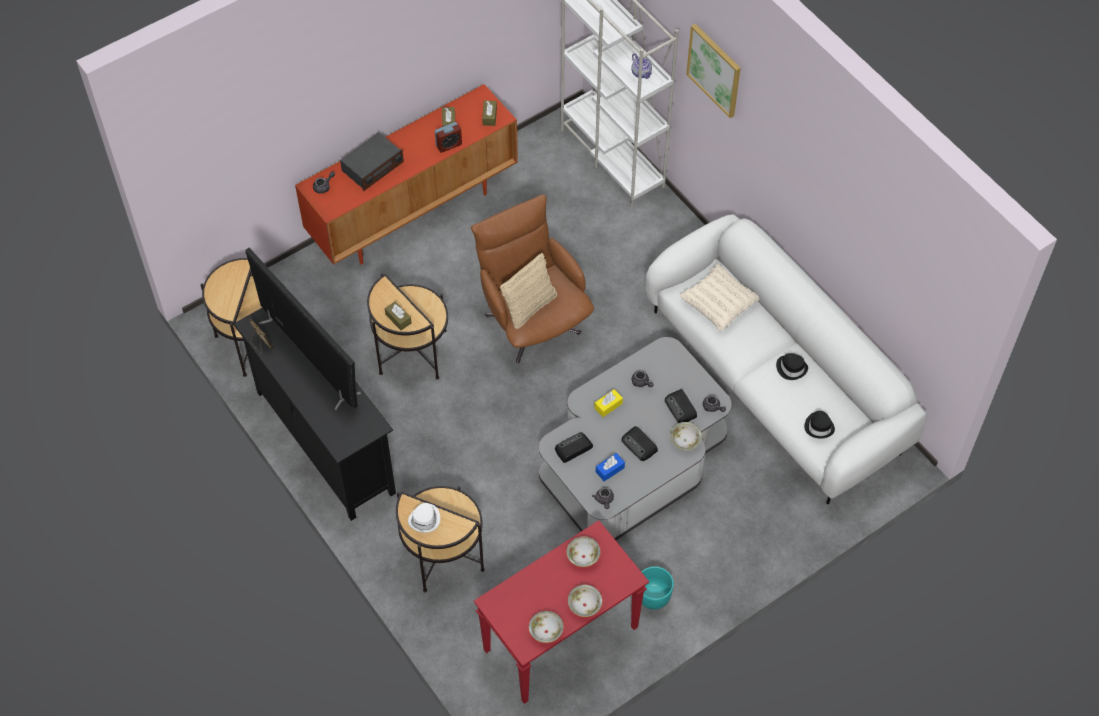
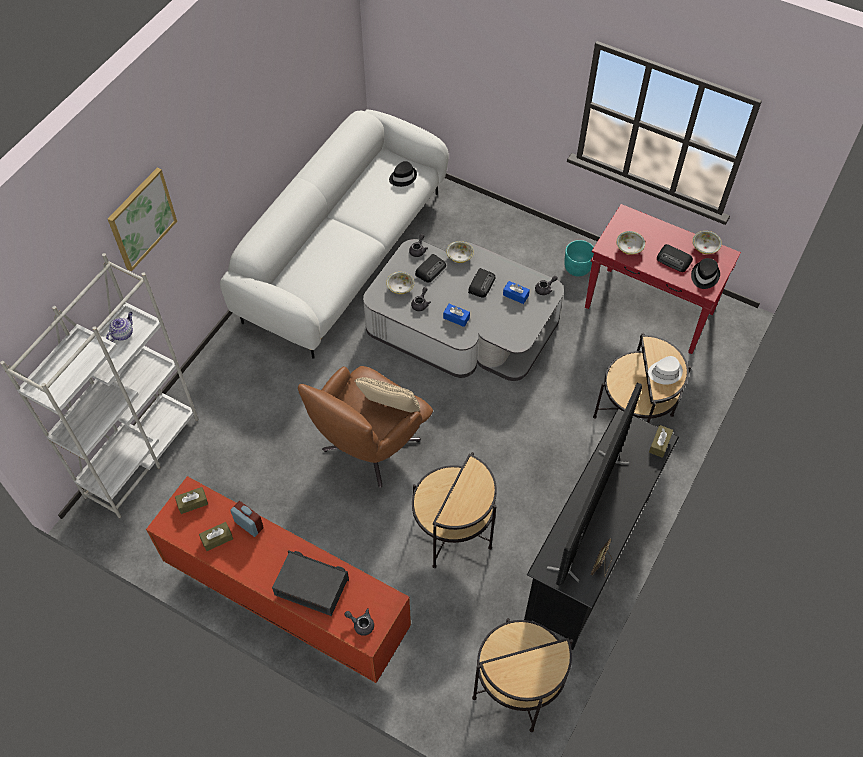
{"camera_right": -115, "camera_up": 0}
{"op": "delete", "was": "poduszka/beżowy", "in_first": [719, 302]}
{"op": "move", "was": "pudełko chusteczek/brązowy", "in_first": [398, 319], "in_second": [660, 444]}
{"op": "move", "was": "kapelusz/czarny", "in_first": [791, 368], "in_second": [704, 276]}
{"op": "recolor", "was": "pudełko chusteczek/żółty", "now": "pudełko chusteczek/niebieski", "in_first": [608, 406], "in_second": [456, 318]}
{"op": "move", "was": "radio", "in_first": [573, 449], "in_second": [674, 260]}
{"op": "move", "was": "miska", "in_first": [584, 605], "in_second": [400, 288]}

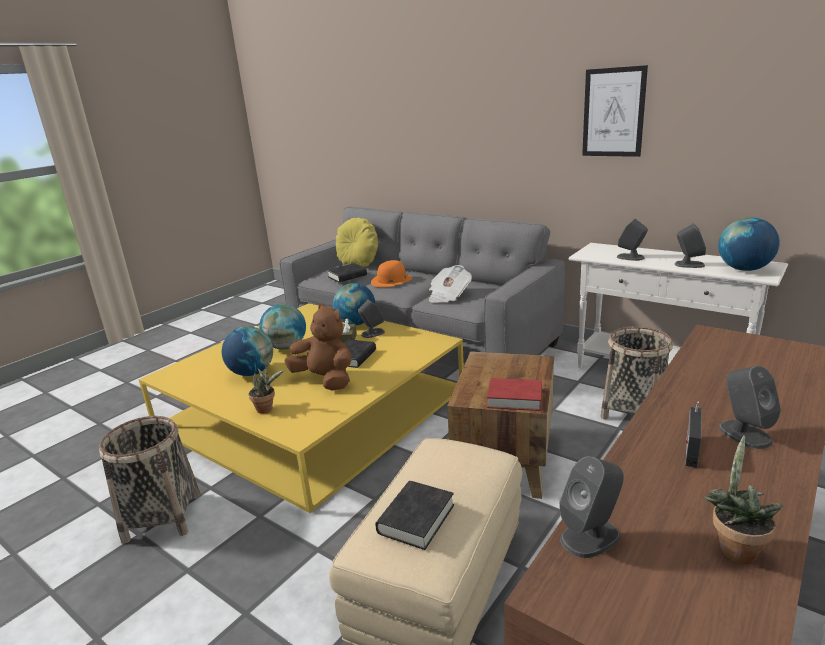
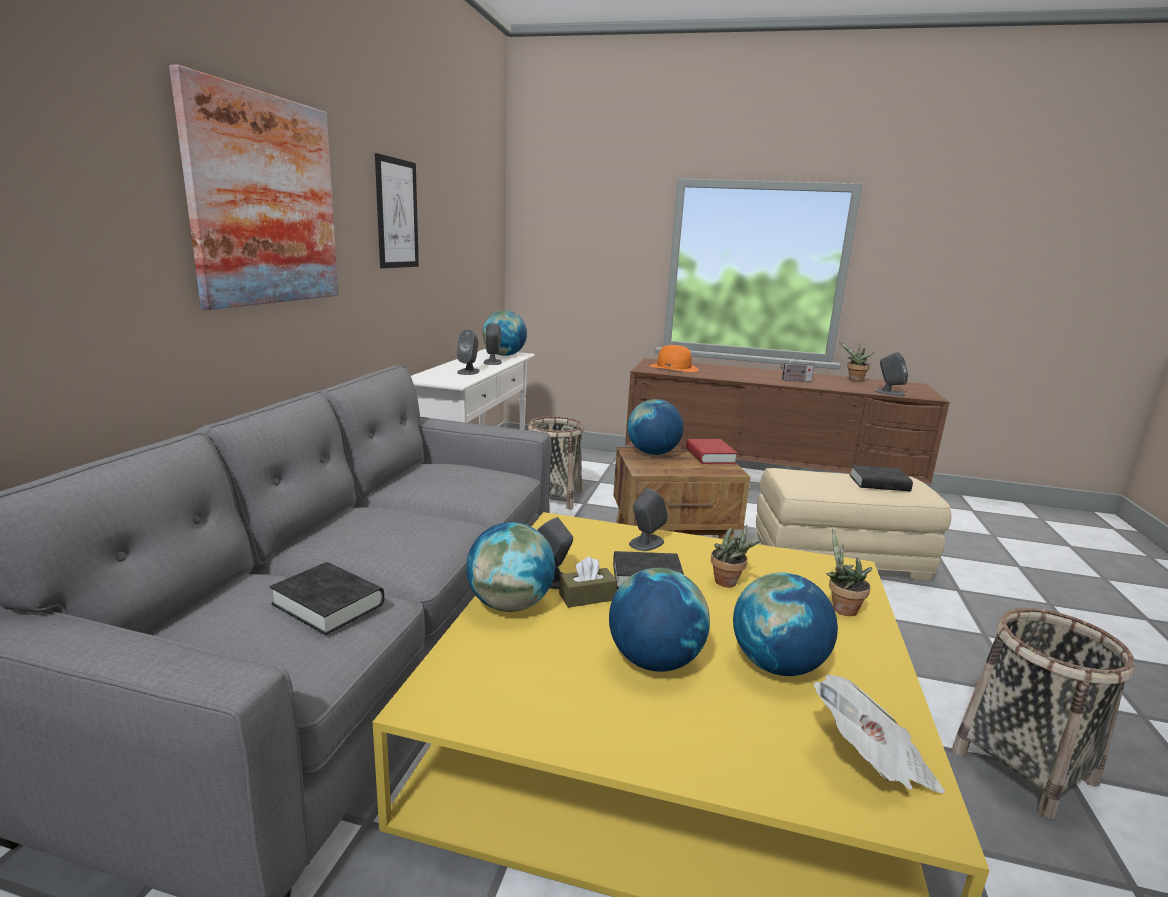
{"camera_right": -115, "camera_up": -5}
{"op": "delete", "was": "poduszka/żółty", "in_first": [359, 264]}
{"op": "move", "was": "kapelusz/pomarańczowy", "in_first": [391, 280], "in_second": [674, 368]}
{"op": "move", "was": "gazeta", "in_first": [448, 296], "in_second": [871, 761]}
{"op": "replace", "was": "pluszak/brązowy", "now": "roślina doniczkowa", "in_first": [325, 380], "in_second": [729, 583]}
{"op": "move", "was": "głośnik/szary", "in_first": [744, 434], "in_second": [646, 543]}
{"op": "insert", "now": "obraz", "in_second": [265, 201]}
{"op": "insert", "now": "globus", "in_second": [652, 453]}

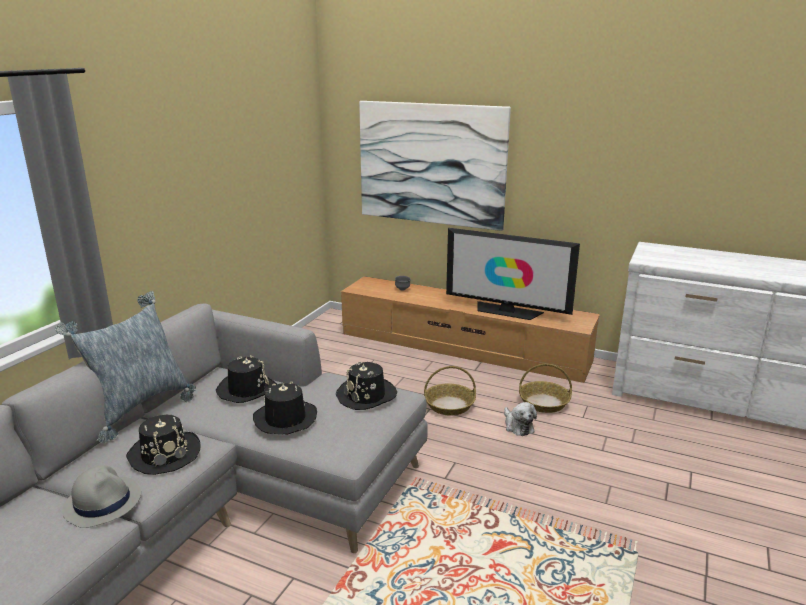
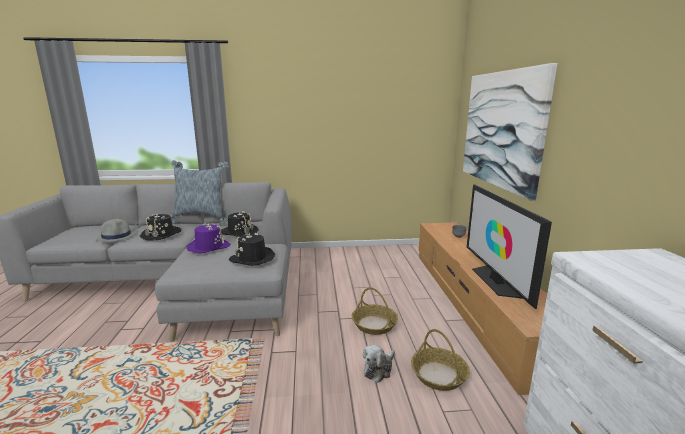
{"camera_right": 60, "camera_up": -5}
{"op": "recolor", "was": "kapelusz/czarny", "now": "kapelusz/fioletowy", "in_first": [285, 419], "in_second": [208, 247]}

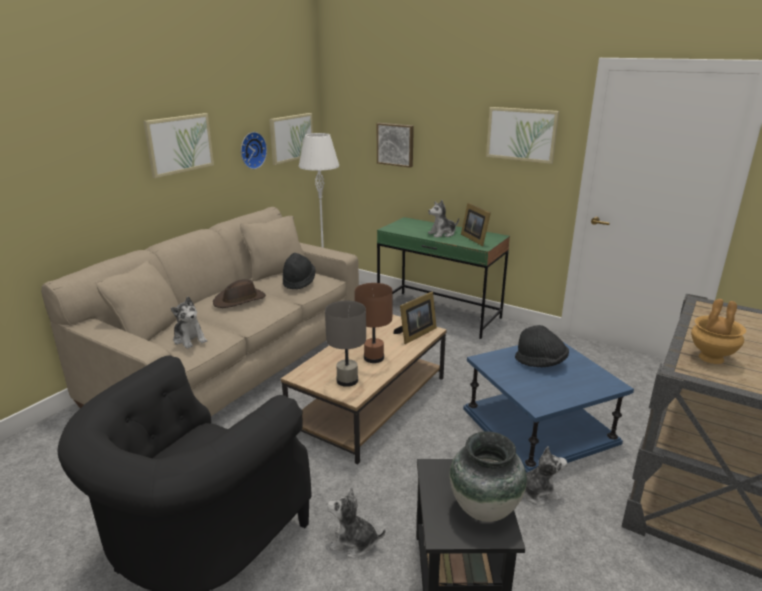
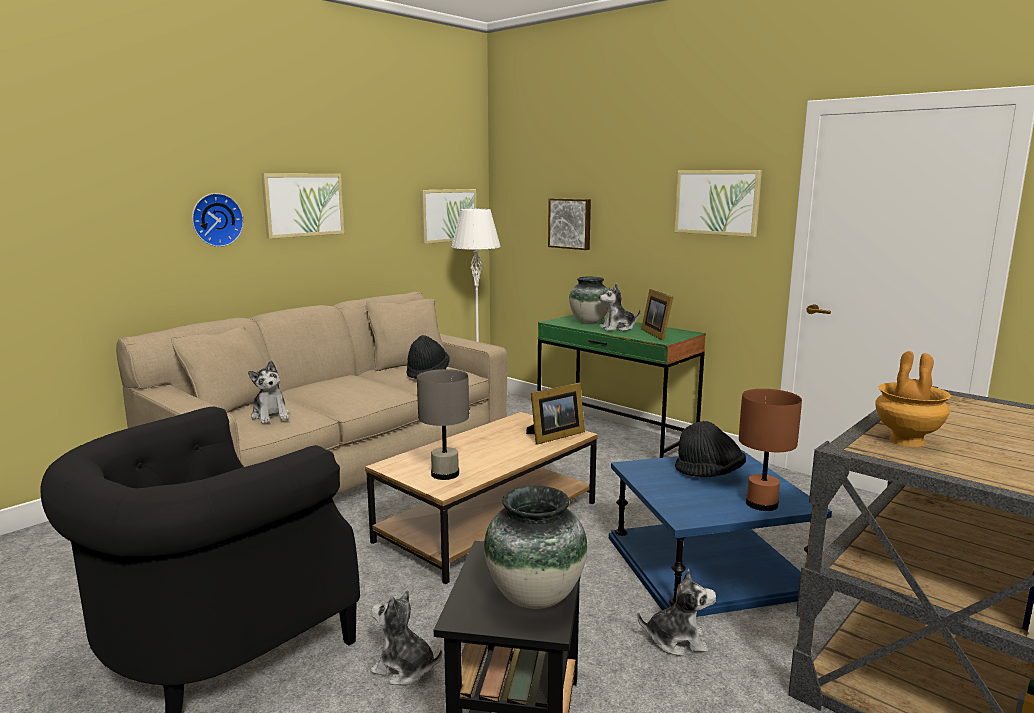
{"camera_right": 10, "camera_up": -10}
{"op": "move", "was": "zegar ścienny", "in_first": [251, 150], "in_second": [216, 219]}
{"op": "delete", "was": "kapelusz/brązowy", "in_first": [240, 300]}
{"op": "move", "was": "lampa stołowa/brązowy", "in_first": [373, 357], "in_second": [761, 504]}
{"op": "insert", "now": "wazon", "in_second": [588, 322]}

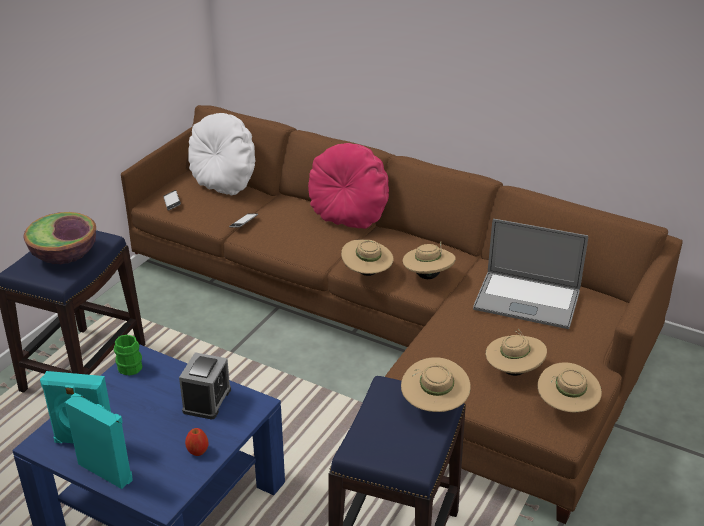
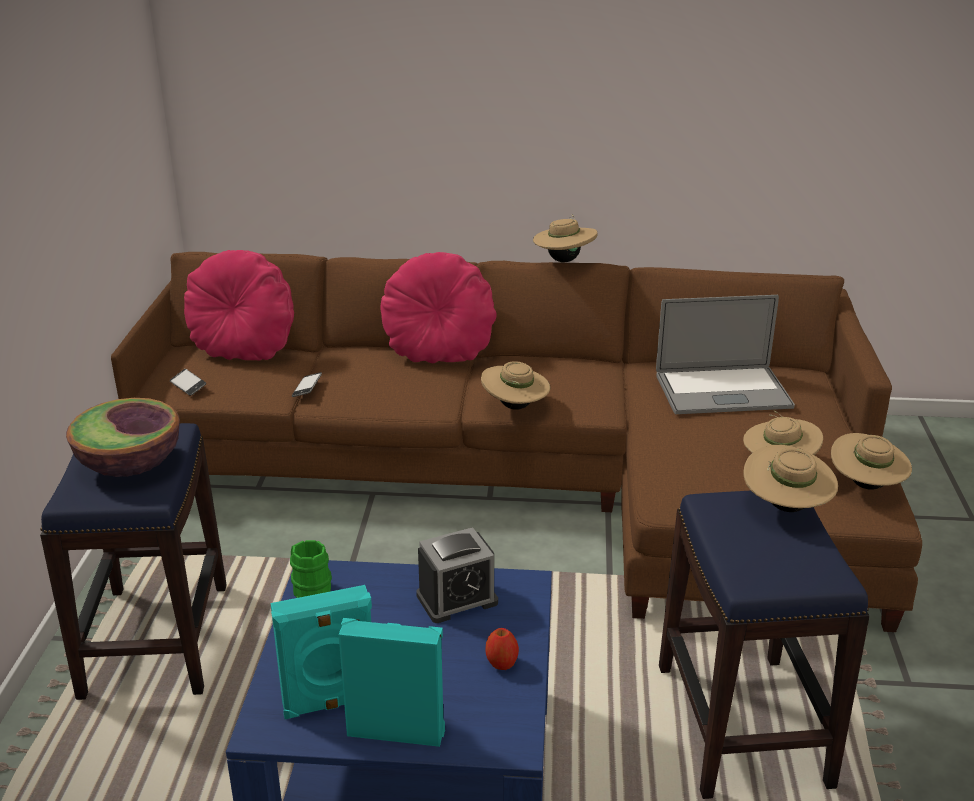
{"camera_right": -25, "camera_up": -5}
{"op": "recolor", "was": "poduszka/biały", "now": "poduszka/różowy", "in_first": [224, 186], "in_second": [244, 352]}
{"op": "move", "was": "kapelusz/beżowy", "in_first": [428, 276], "in_second": [564, 260]}
{"op": "rotate", "was": "budzik", "in_first": [207, 400], "in_second": [457, 599], "clockwise": 75}

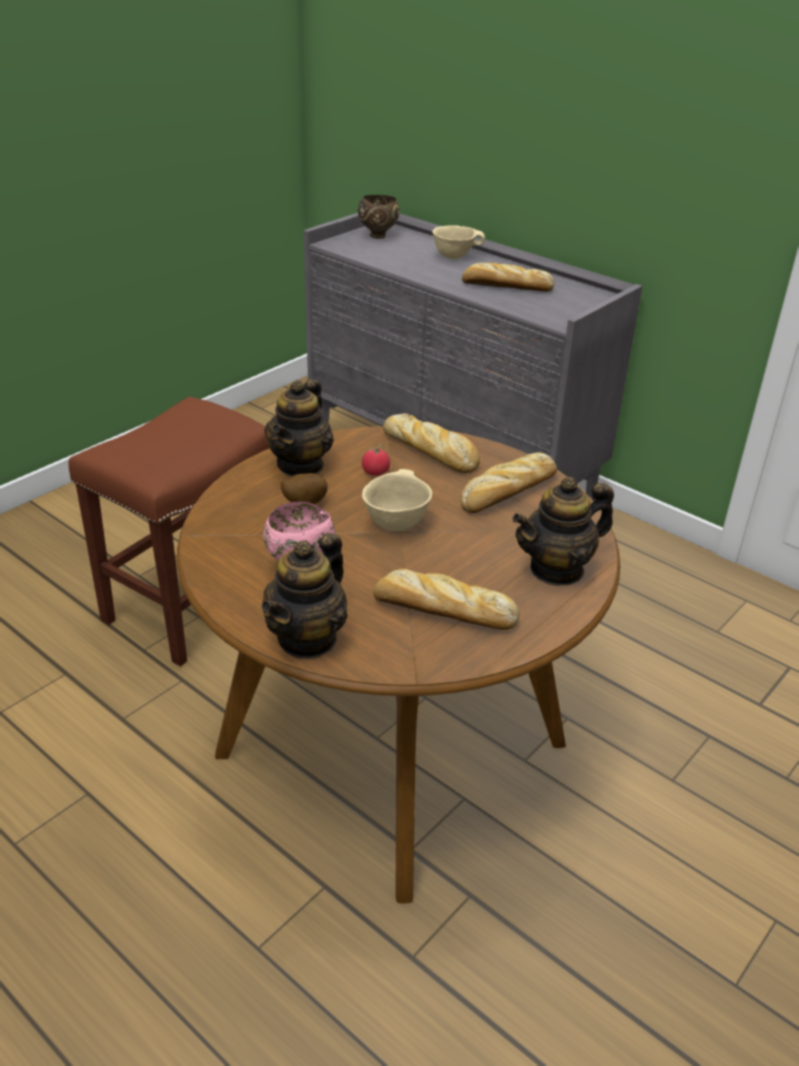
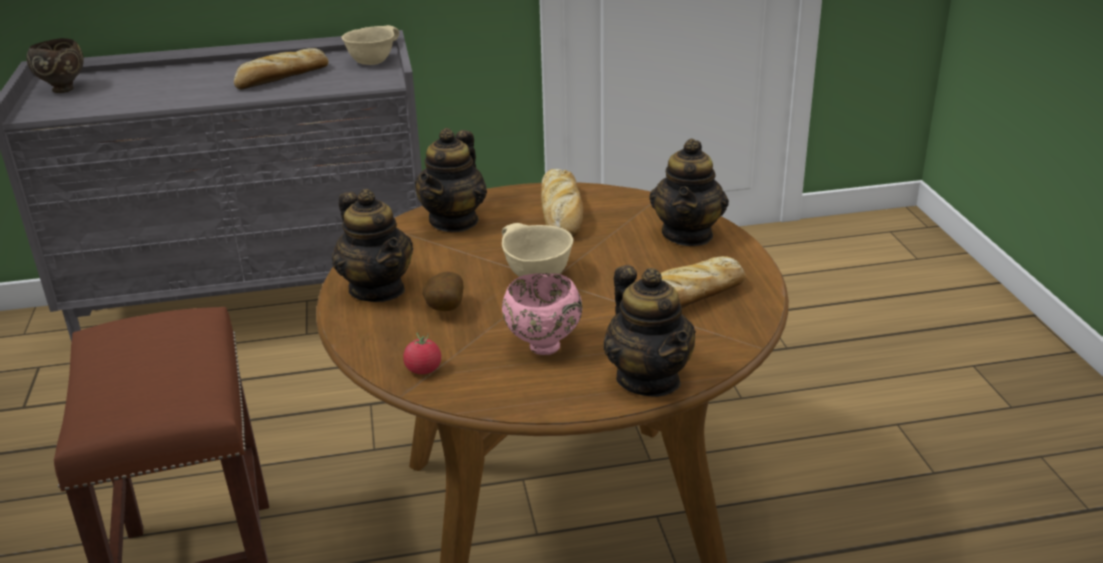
{"camera_right": -50, "camera_up": -5}
{"op": "move", "was": "miska/beżowy", "in_first": [454, 256], "in_second": [372, 62]}
{"op": "replace", "was": "chleb", "now": "imbryk", "in_first": [431, 452], "in_second": [454, 221]}
{"op": "move", "was": "pomidor", "in_first": [375, 472], "in_second": [423, 369]}

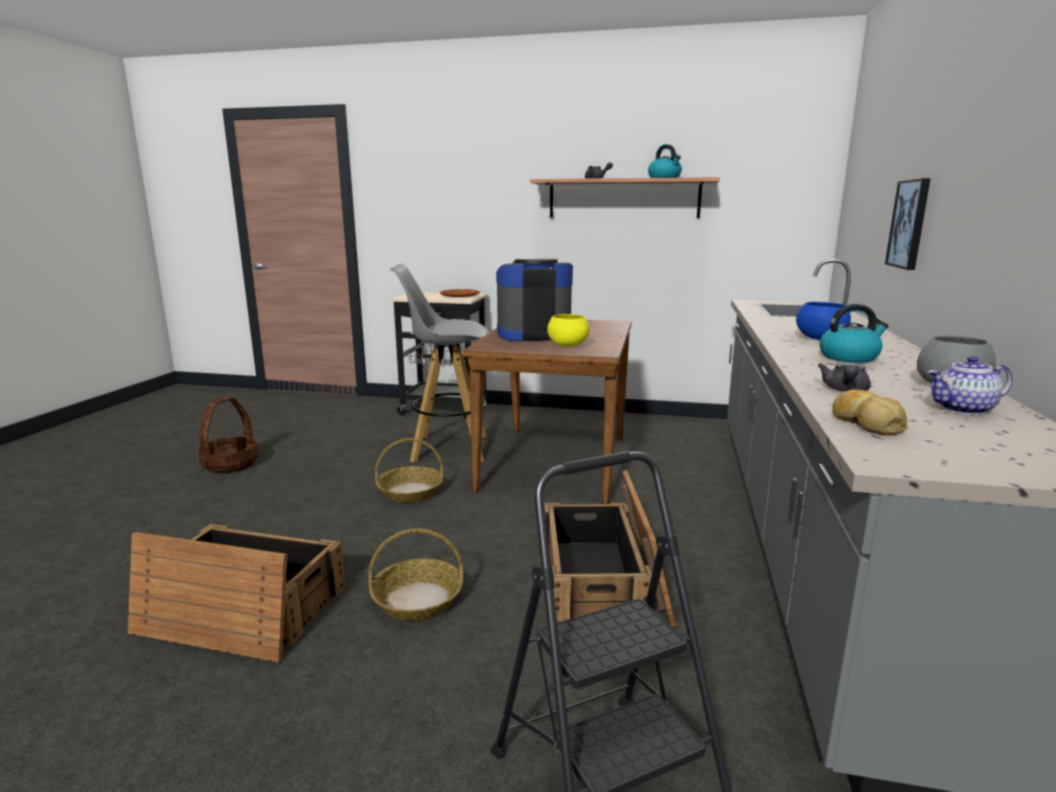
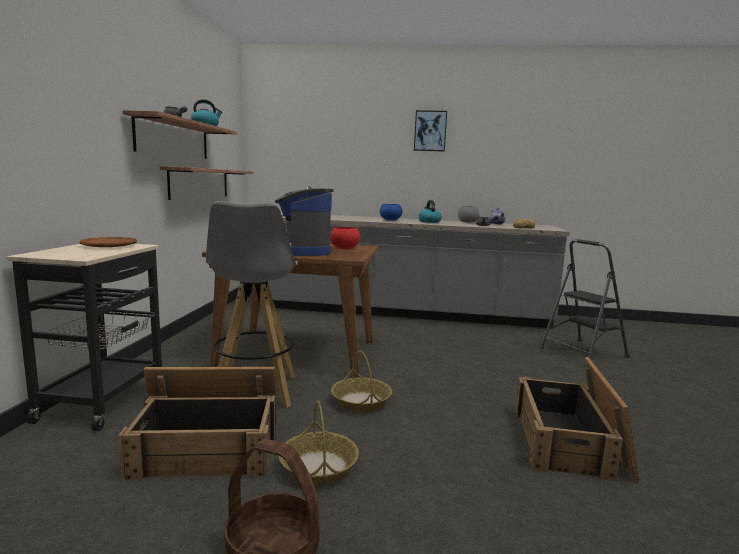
{"camera_right": -95, "camera_up": -5}
{"op": "move", "was": "obraz", "in_first": [909, 224], "in_second": [430, 131]}
{"op": "recolor", "was": "miska/żółty", "now": "miska/czerwony", "in_first": [567, 345], "in_second": [345, 248]}
{"op": "move", "was": "skrzynka", "in_first": [604, 581], "in_second": [208, 447]}
{"op": "move", "was": "koszyk", "in_first": [418, 599], "in_second": [318, 466]}
{"op": "insert", "now": "półka", "in_second": [200, 183]}

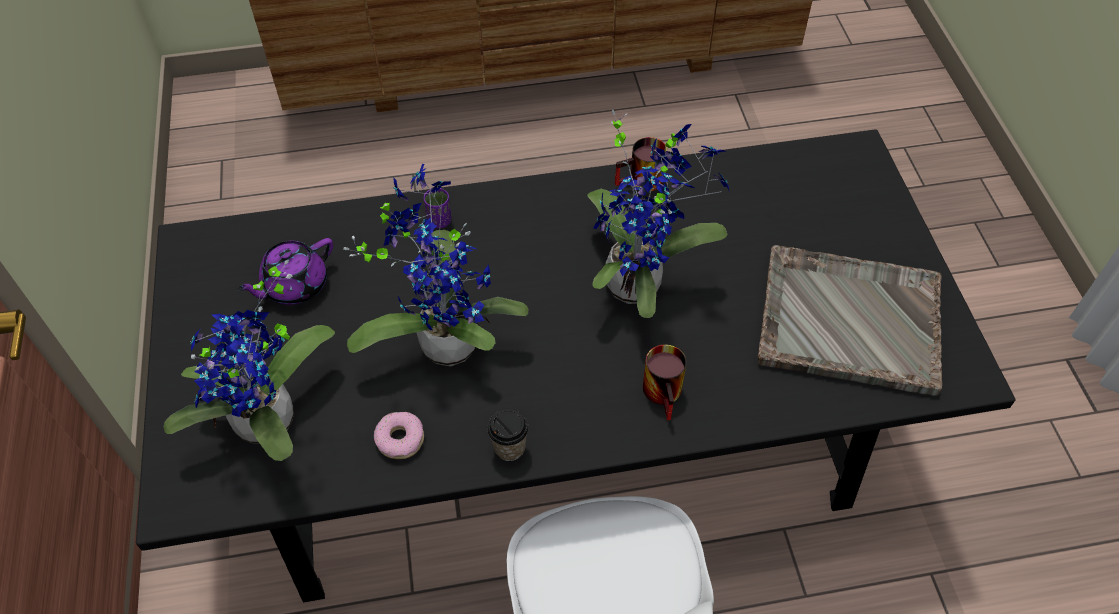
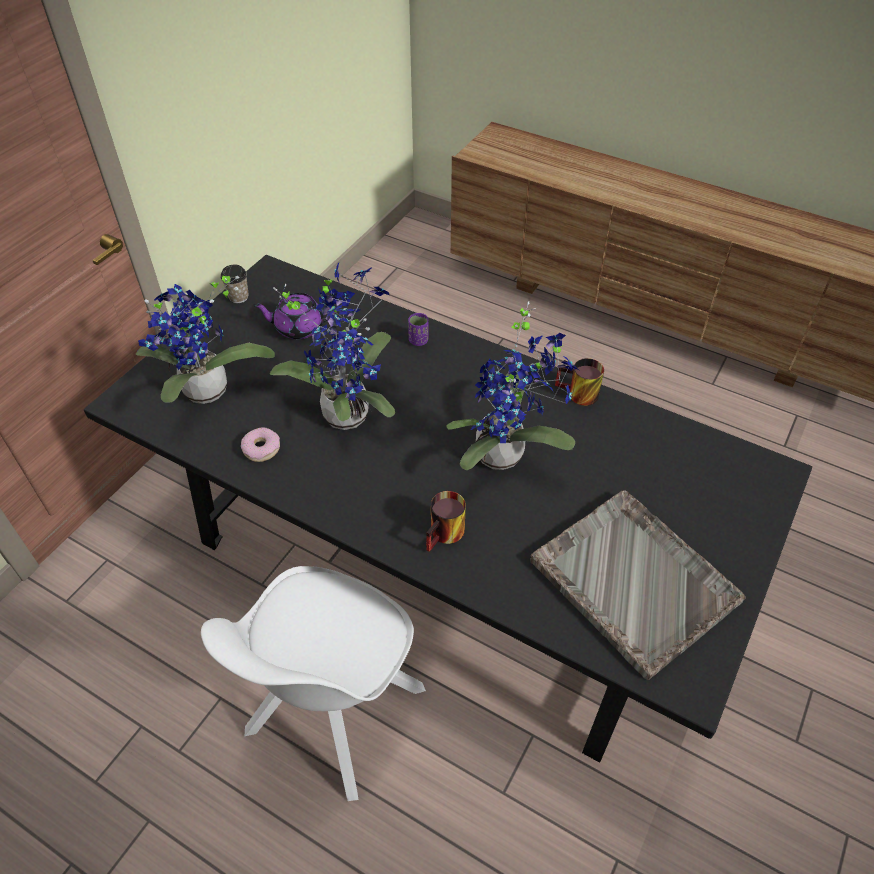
{"camera_right": 40, "camera_up": -5}
{"op": "move", "was": "filiżanka", "in_first": [509, 448], "in_second": [238, 297]}

